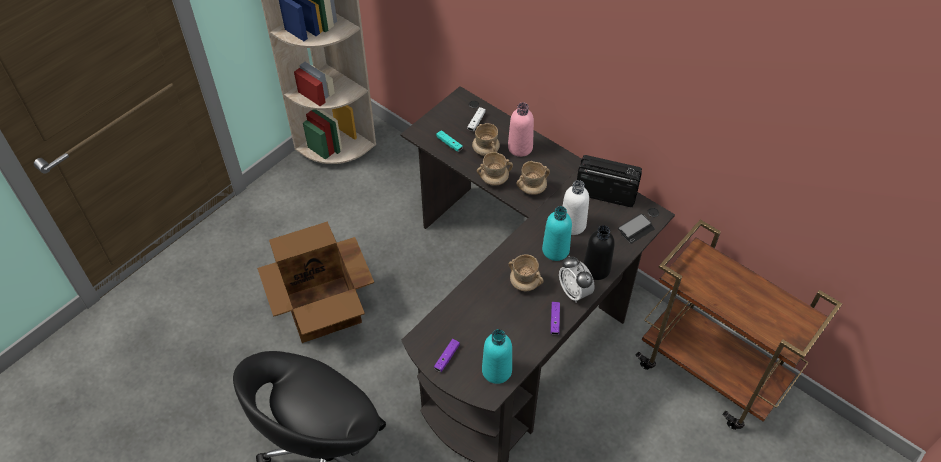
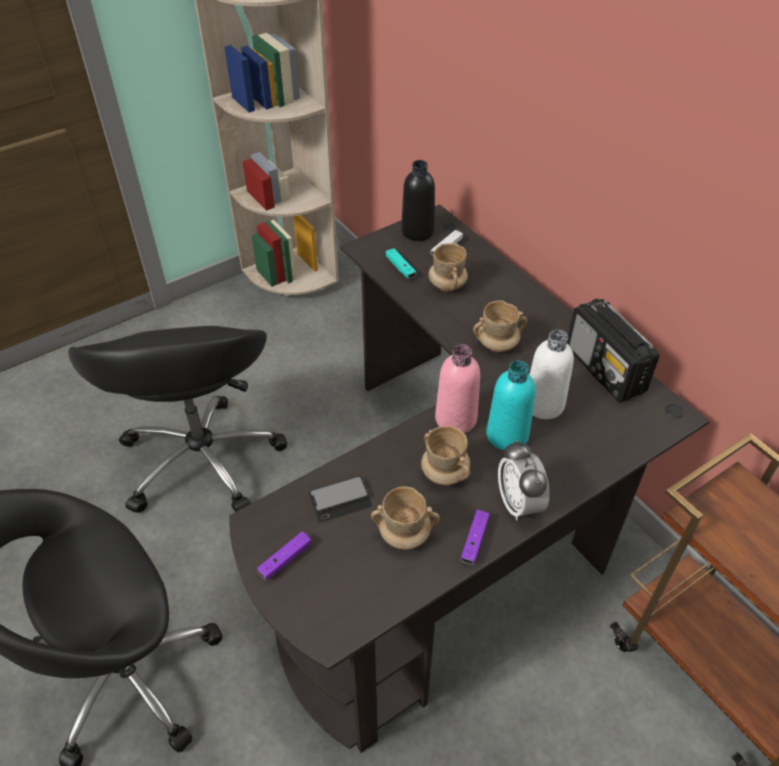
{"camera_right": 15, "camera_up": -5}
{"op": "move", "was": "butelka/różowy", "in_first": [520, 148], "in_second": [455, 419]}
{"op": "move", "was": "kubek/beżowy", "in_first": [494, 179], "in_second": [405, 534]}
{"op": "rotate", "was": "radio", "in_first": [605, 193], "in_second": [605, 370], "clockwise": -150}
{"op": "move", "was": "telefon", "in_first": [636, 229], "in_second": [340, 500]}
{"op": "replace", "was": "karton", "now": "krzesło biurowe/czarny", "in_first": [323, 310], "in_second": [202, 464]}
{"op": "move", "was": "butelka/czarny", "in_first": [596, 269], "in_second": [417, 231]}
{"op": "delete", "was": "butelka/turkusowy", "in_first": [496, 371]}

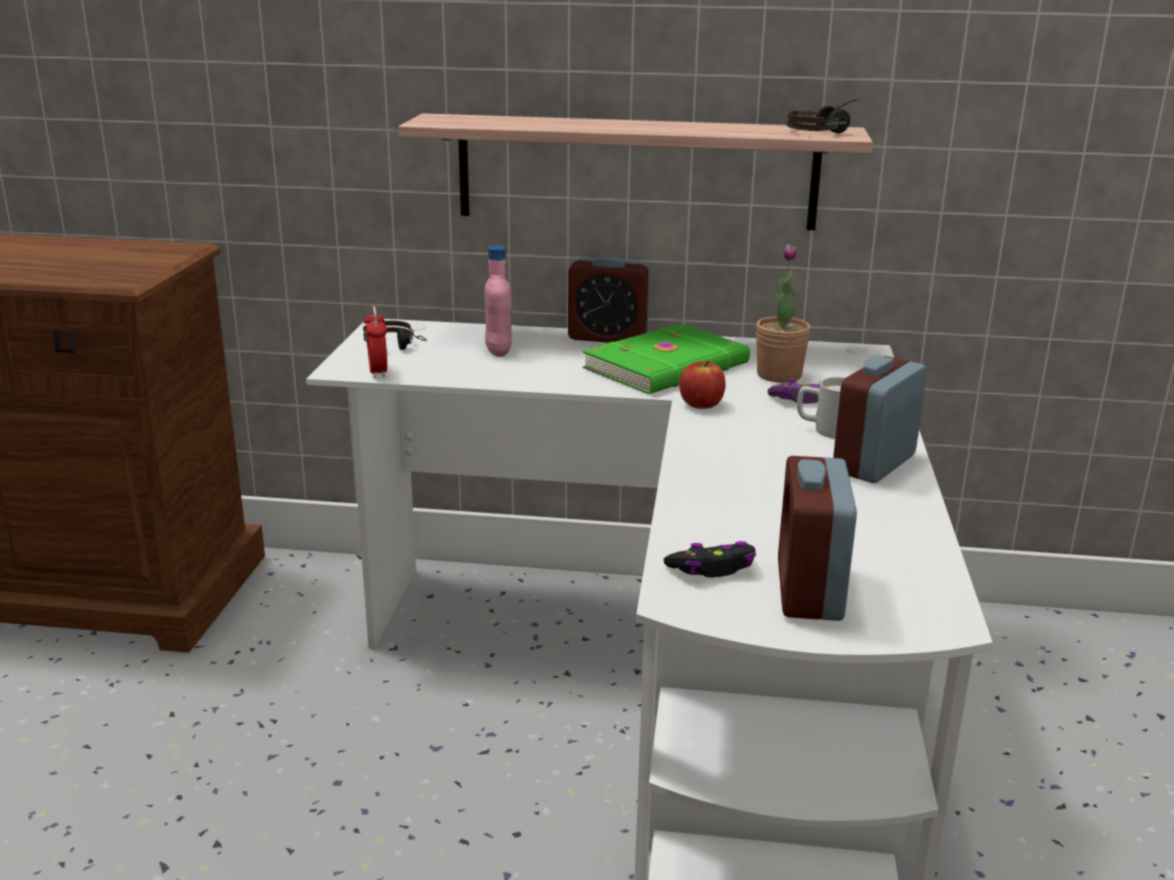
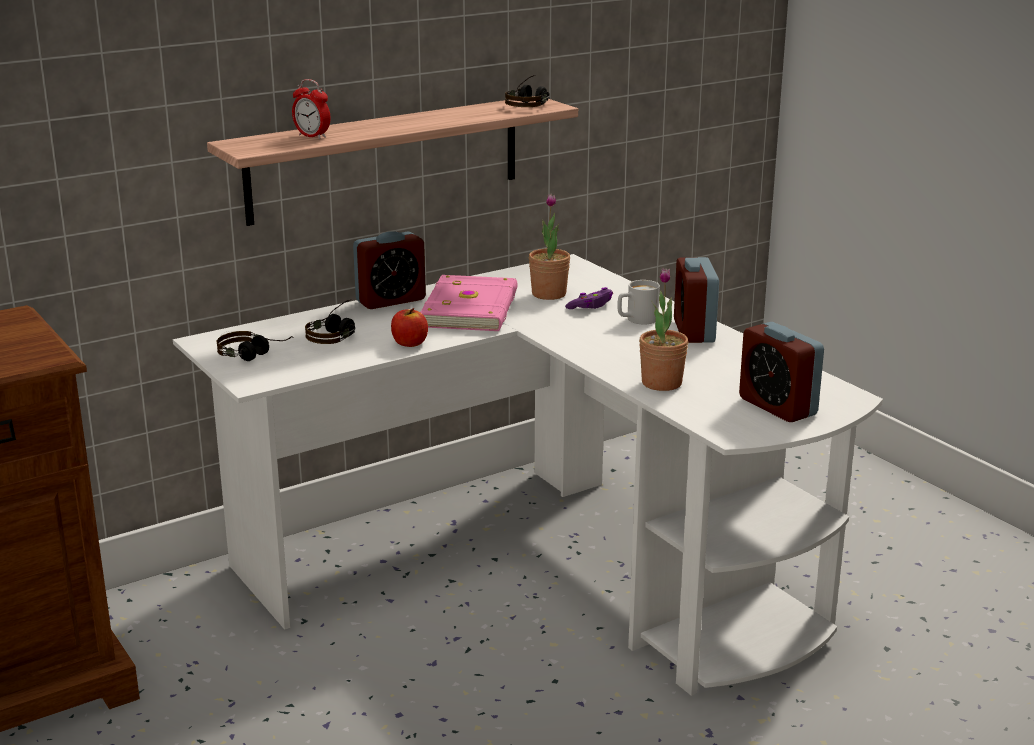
{"camera_right": -40, "camera_up": 0}
{"op": "replace", "was": "butelka/różowy", "now": "słuchawki", "in_first": [498, 351], "in_second": [336, 334]}
{"op": "move", "was": "budzik", "in_first": [378, 372], "in_second": [312, 136]}
{"op": "recolor", "was": "książka/zielony", "now": "książka/różowy", "in_first": [669, 366], "in_second": [472, 309]}
{"op": "move", "was": "jabłko", "in_first": [701, 404], "in_second": [409, 343]}
{"op": "delete", "was": "pad do gier/czarny", "in_first": [712, 568]}
{"op": "insert", "now": "roślina doniczkowa", "in_second": [661, 383]}

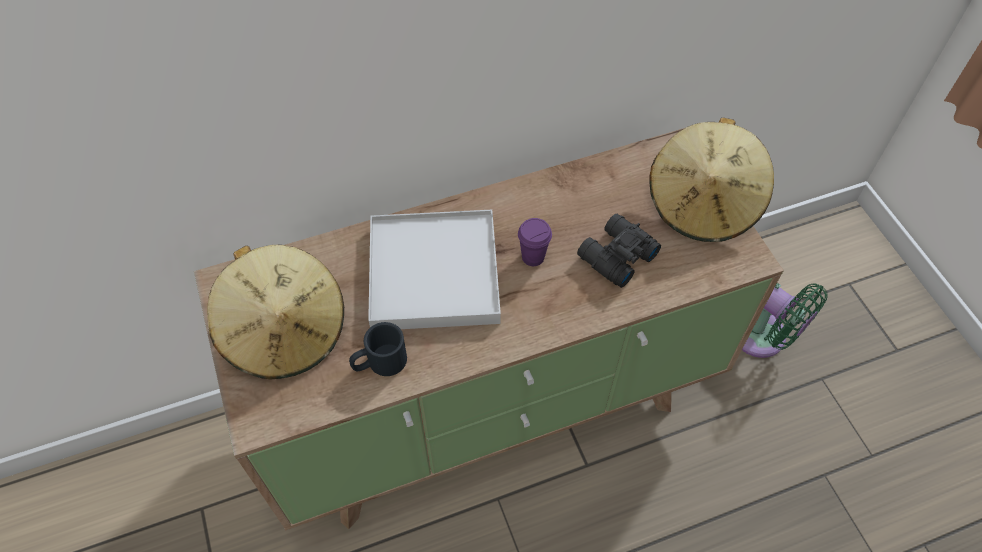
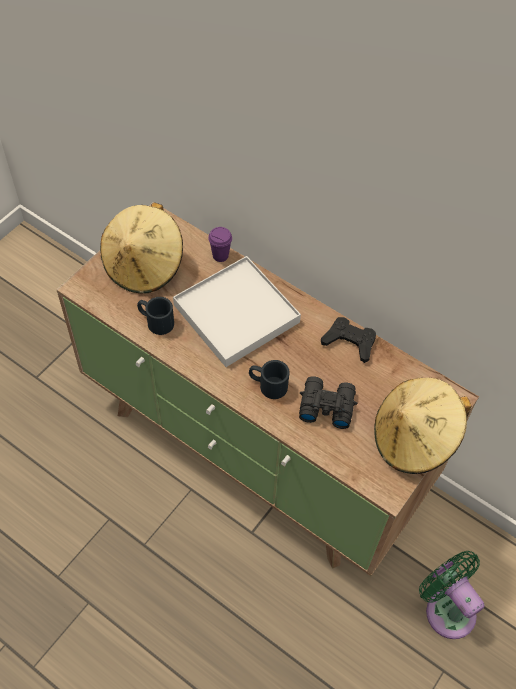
{"camera_right": 55, "camera_up": 0}
{"op": "move", "was": "filiżanka/fioletowy", "in_first": [533, 257], "in_second": [220, 256]}
{"op": "rotate", "was": "wentylator/zielony", "in_first": [763, 338], "in_second": [447, 608], "clockwise": 135}
{"op": "insert", "now": "pad do gier/czarny", "in_second": [349, 342]}
{"op": "insert", "now": "kubek/czarny", "in_second": [267, 385]}

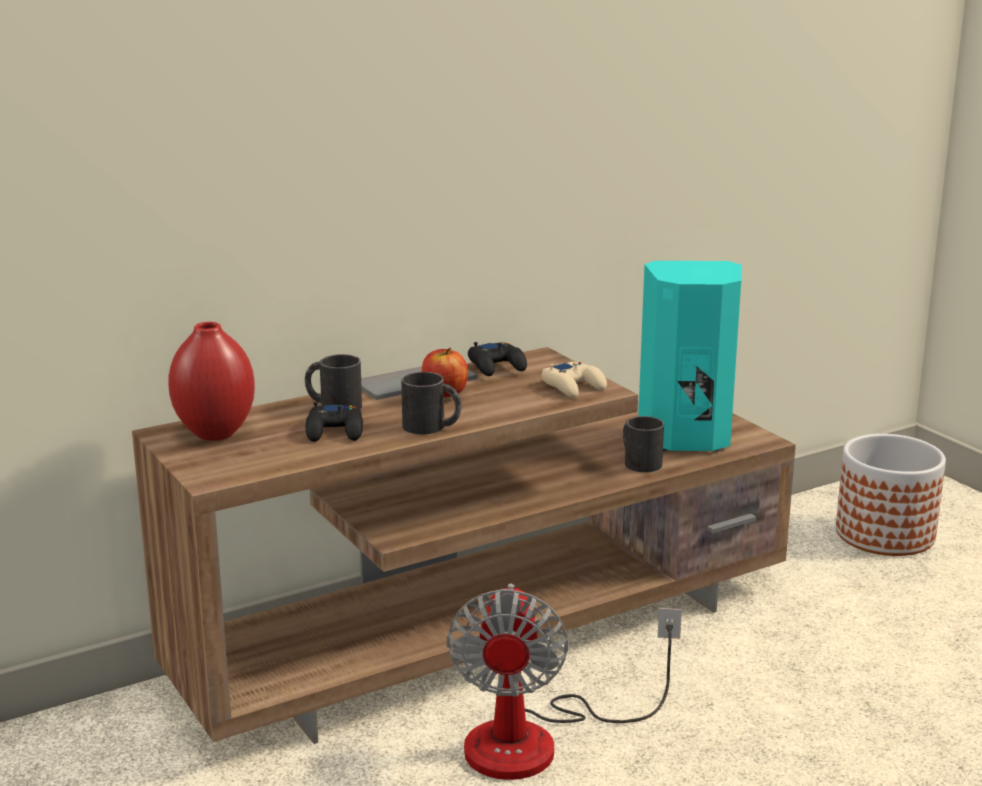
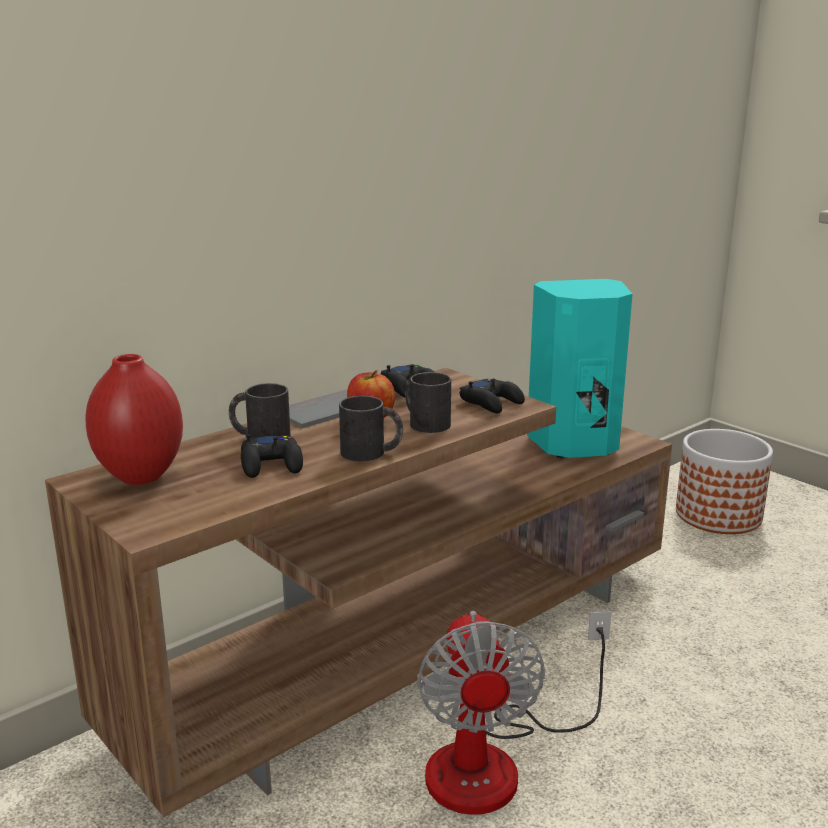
{"camera_right": -10, "camera_up": 0}
{"op": "recolor", "was": "pad do gier/beżowy", "now": "pad do gier/czarny", "in_first": [574, 386], "in_second": [492, 403]}
{"op": "move", "was": "kubek/czarny", "in_first": [638, 461], "in_second": [424, 422]}

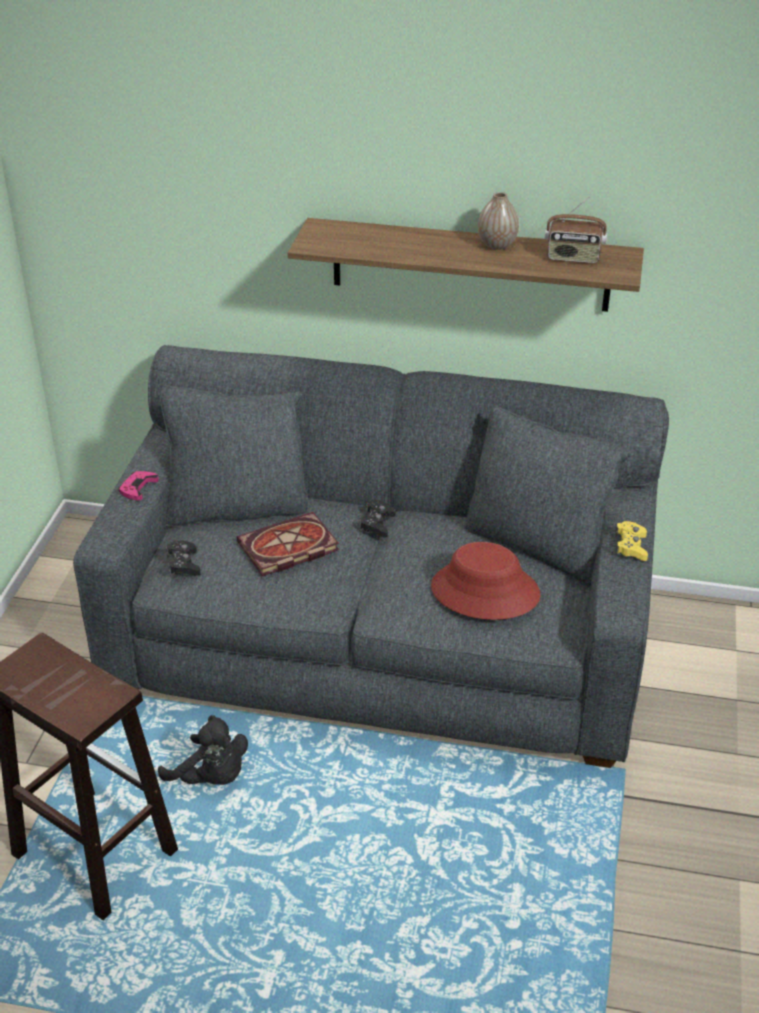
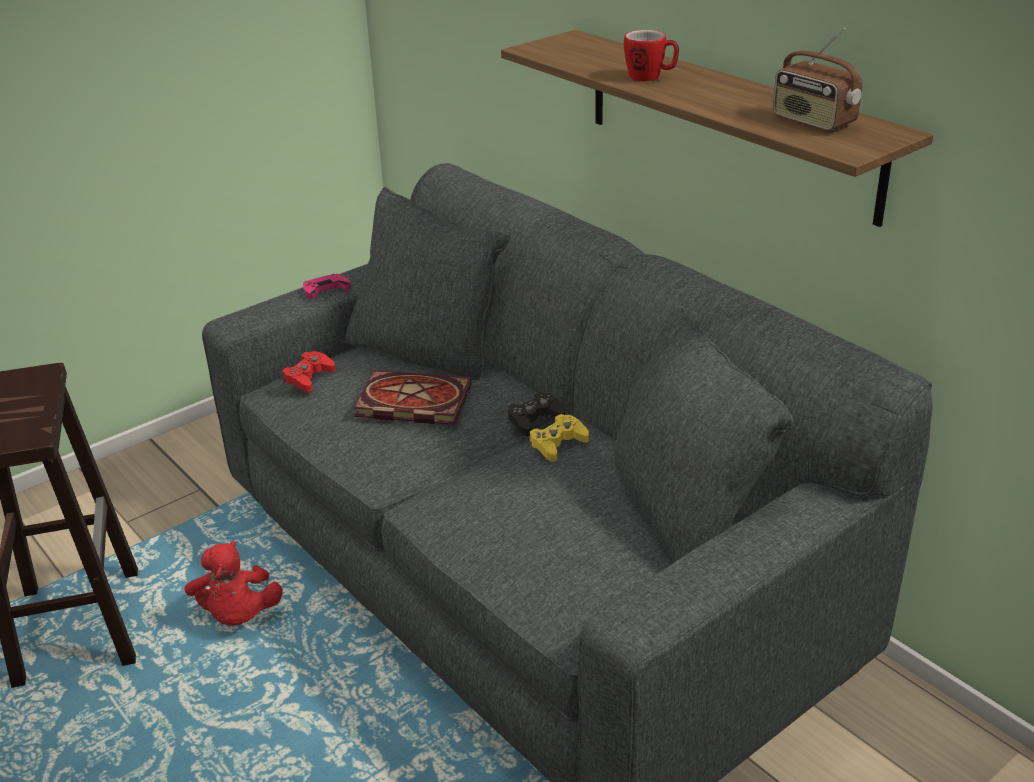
{"camera_right": 40, "camera_up": -5}
{"op": "delete", "was": "wazon", "in_first": [497, 245]}
{"op": "move", "was": "pad do gier/żółty", "in_first": [630, 546], "in_second": [558, 444]}
{"op": "recolor", "was": "pad do gier/czarny", "now": "pad do gier/czerwony", "in_first": [183, 564], "in_second": [309, 378]}
{"op": "delete", "was": "kapelusz/czerwony", "in_first": [485, 592]}
{"op": "recolor", "was": "pluszak/czarny", "now": "pluszak/czerwony", "in_first": [211, 777], "in_second": [238, 616]}
{"op": "insert", "now": "kubek", "in_second": [650, 78]}

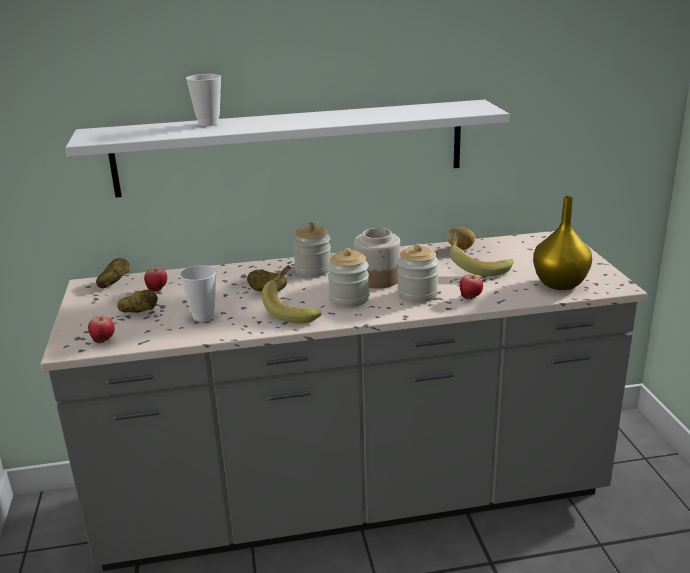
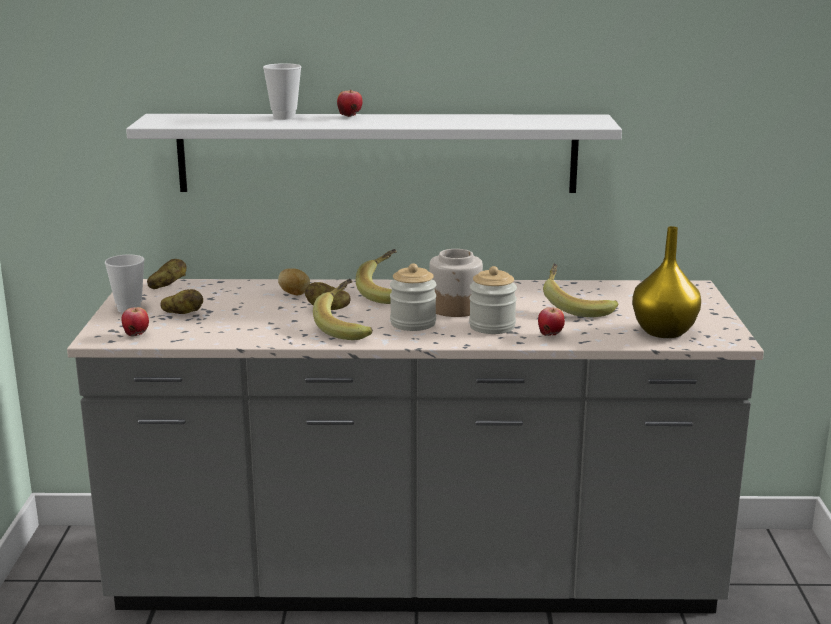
{"camera_right": 10, "camera_up": -5}
{"op": "replace", "was": "słoik", "now": "banan", "in_first": [313, 270], "in_second": [387, 293]}
{"op": "move", "was": "ziemniak", "in_first": [461, 248], "in_second": [295, 294]}
{"op": "move", "was": "filiżanka", "in_first": [203, 316], "in_second": [129, 309]}
{"op": "move", "was": "jabłko", "in_first": [157, 290], "in_second": [350, 117]}

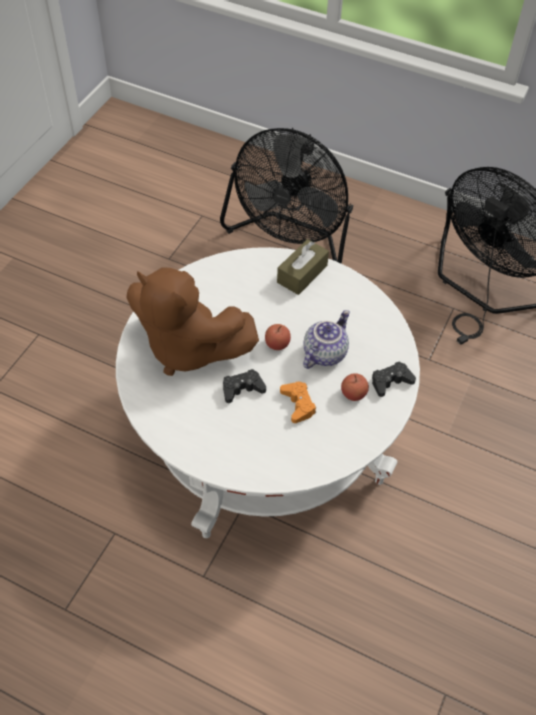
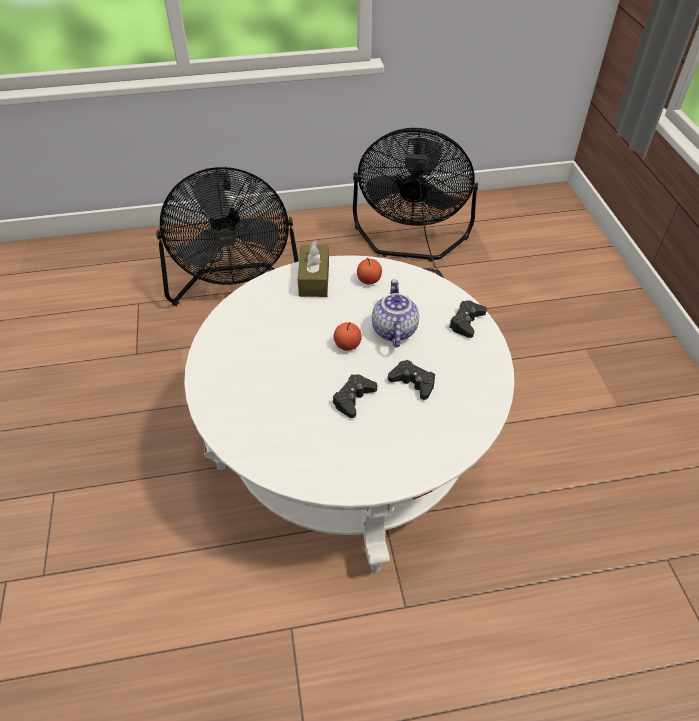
{"camera_right": -35, "camera_up": -5}
{"op": "delete", "was": "pluszak/brązowy", "in_first": [187, 347]}
{"op": "move", "was": "jabłko", "in_first": [353, 394], "in_second": [369, 280]}
{"op": "recolor", "was": "pad do gier/pomarańczowy", "now": "pad do gier/czarny", "in_first": [298, 404], "in_second": [413, 383]}

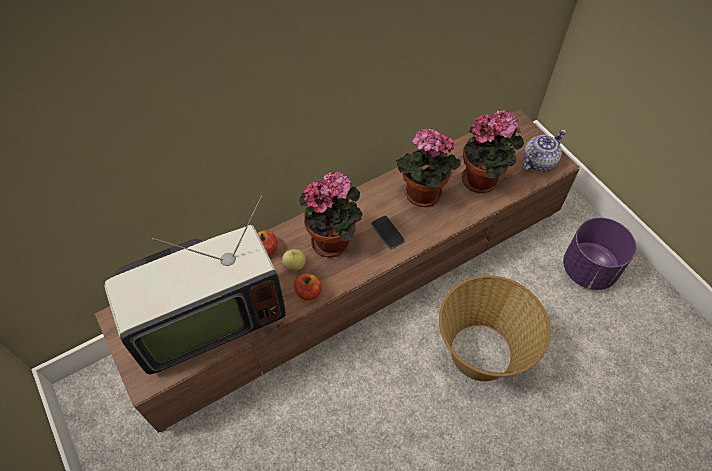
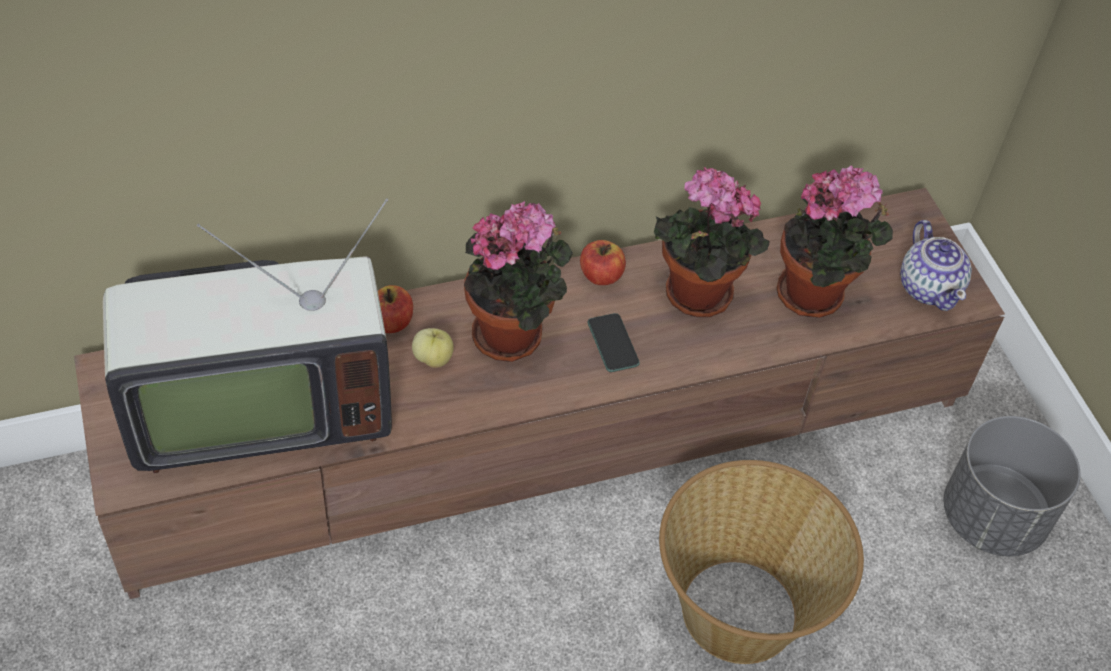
{"camera_right": 10, "camera_up": -5}
{"op": "rotate", "was": "imbryk", "in_first": [538, 162], "in_second": [929, 287], "clockwise": 105}
{"op": "recolor", "was": "donica/fioletowy", "now": "donica/szary", "in_first": [589, 269], "in_second": [993, 518]}
{"op": "move", "was": "jabłko", "in_first": [308, 292], "in_second": [601, 275]}

